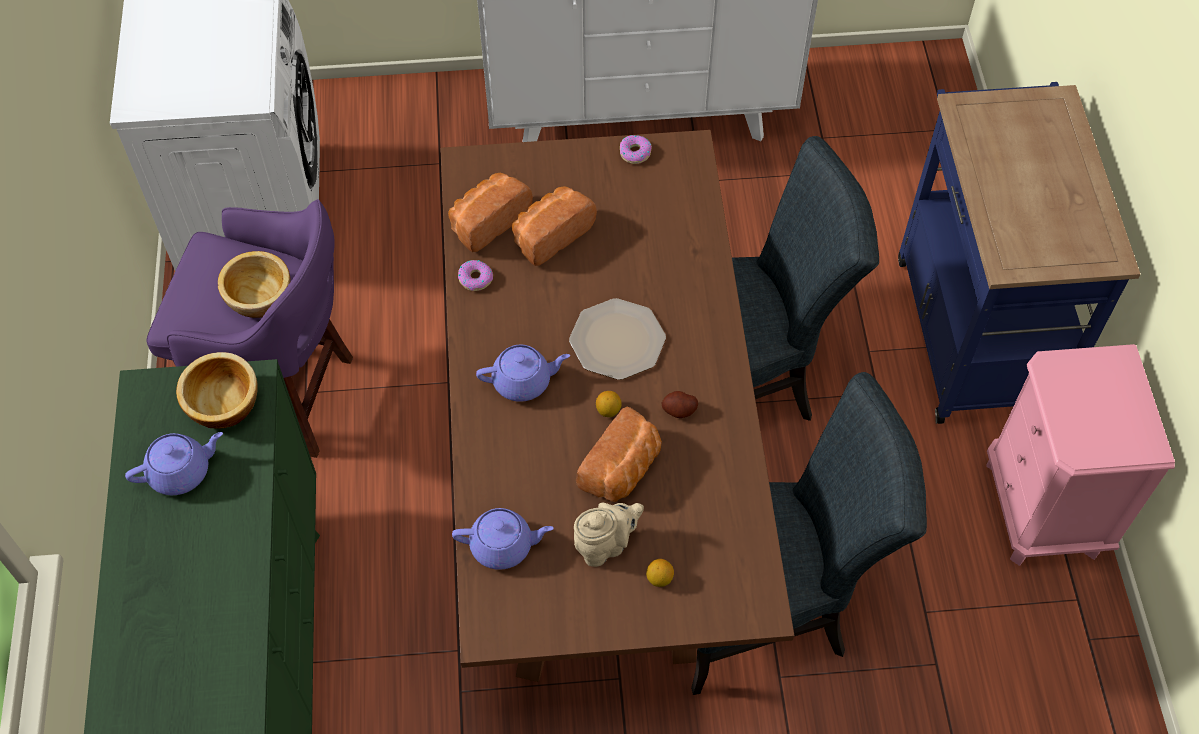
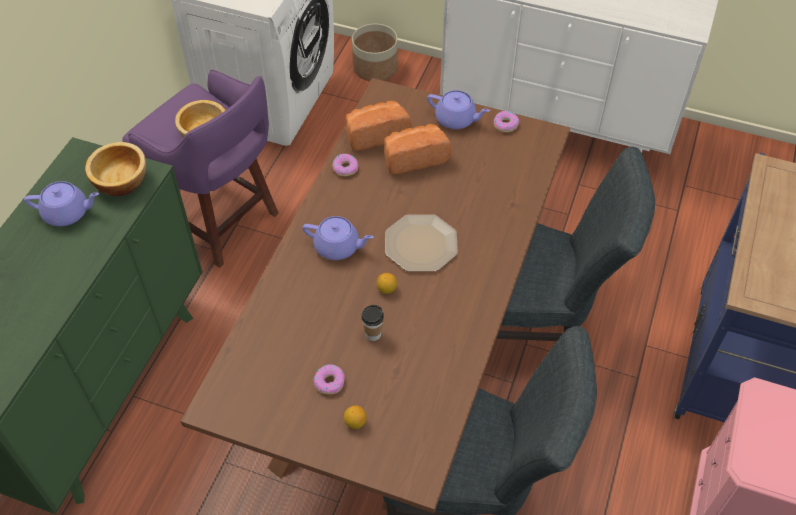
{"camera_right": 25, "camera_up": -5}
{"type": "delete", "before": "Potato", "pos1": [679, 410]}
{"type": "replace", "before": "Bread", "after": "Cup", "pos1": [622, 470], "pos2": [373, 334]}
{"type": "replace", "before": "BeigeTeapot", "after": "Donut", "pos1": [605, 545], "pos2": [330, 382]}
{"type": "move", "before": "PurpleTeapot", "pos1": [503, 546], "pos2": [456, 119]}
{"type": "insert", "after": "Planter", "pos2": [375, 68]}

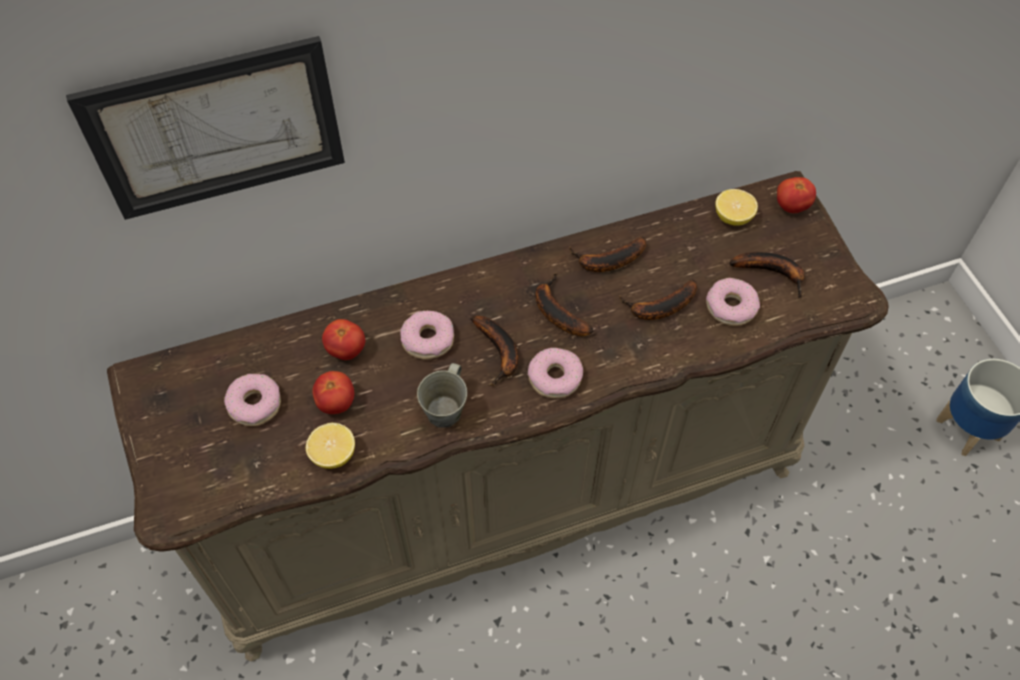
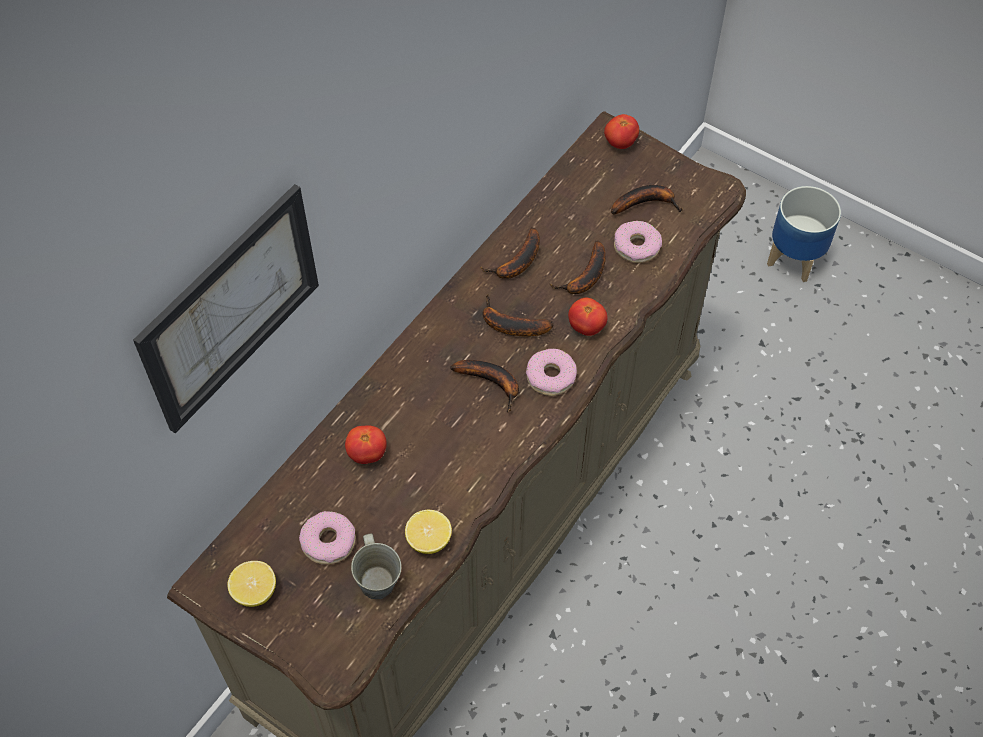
{"camera_right": -35, "camera_up": 0}
{"type": "move", "before": "Lemon", "pos1": [733, 217], "pos2": [255, 591]}
{"type": "delete", "before": "Donut", "pos1": [428, 340]}
{"type": "move", "before": "GreyMug", "pos1": [446, 411], "pos2": [377, 580]}
{"type": "move", "before": "Tomato", "pos1": [336, 403], "pos2": [586, 327]}

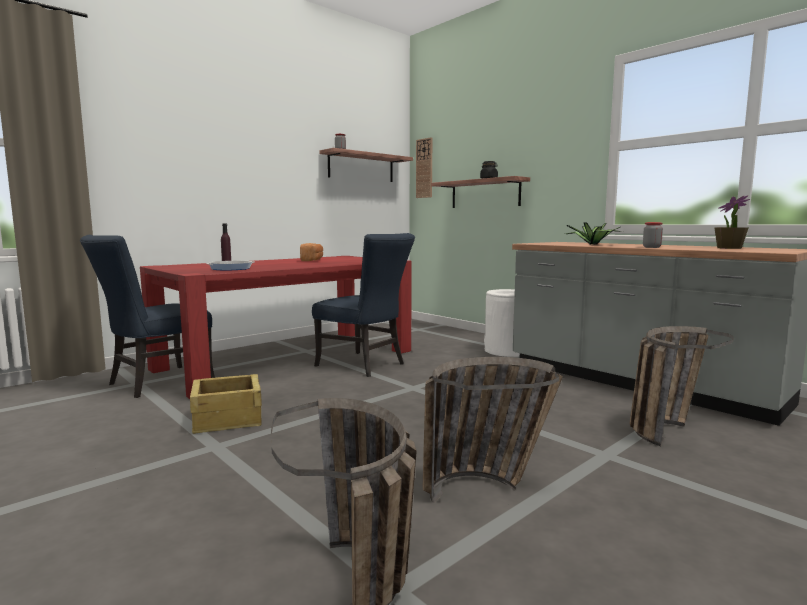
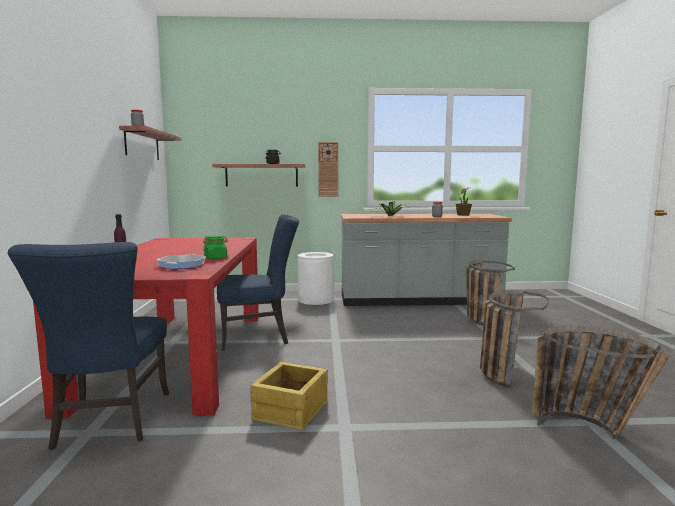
{"camera_right": -50, "camera_up": 0}
{"type": "move", "before": "WallClock", "pos1": [424, 168], "pos2": [328, 169]}
{"type": "delete", "before": "Bread", "pos1": [312, 260]}
{"type": "insert", "after": "GreenJar", "pos2": [216, 258]}

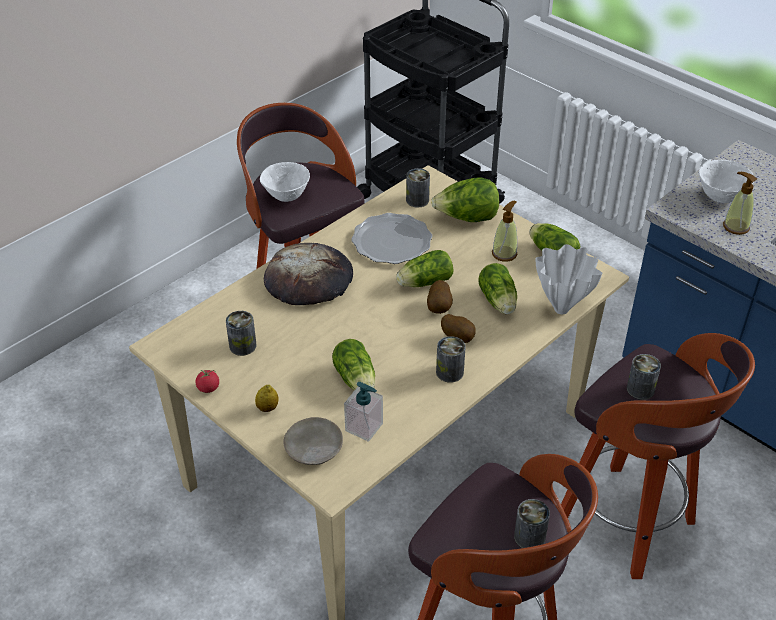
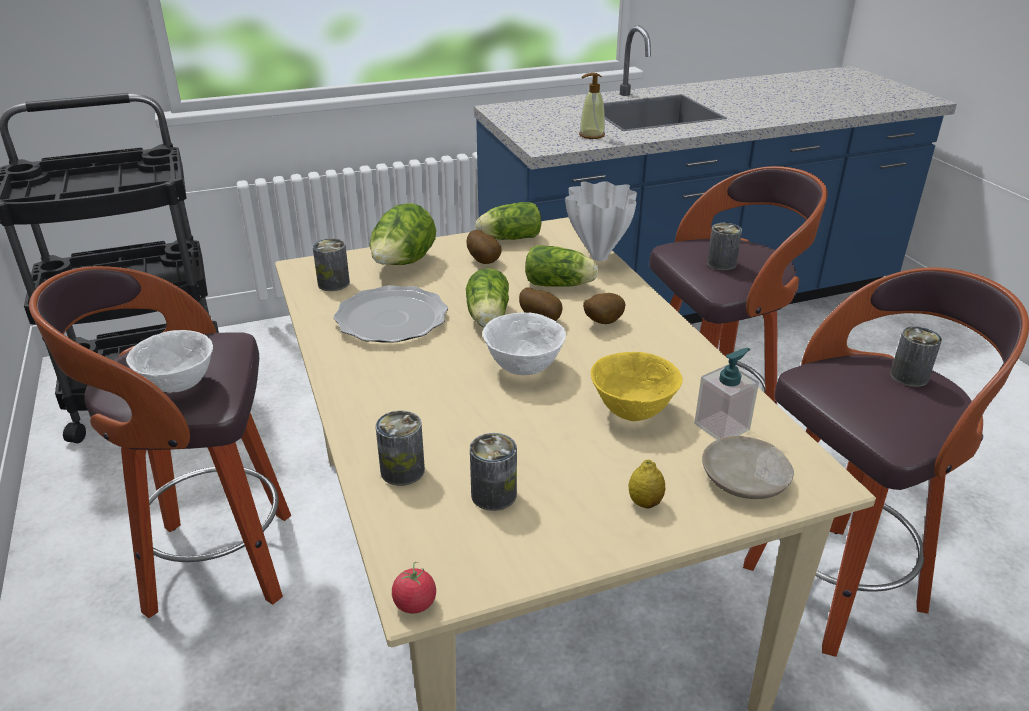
{"camera_right": -65, "camera_up": -10}
{"type": "move", "before": "WhiteBowl", "pos1": [720, 197], "pos2": [524, 367]}
{"type": "replace", "before": "SoapDispenser", "after": "Potato", "pos1": [504, 253], "pos2": [484, 261]}
{"type": "delete", "before": "Bread", "pos1": [309, 279]}
{"type": "move", "before": "Can", "pos1": [449, 372], "pos2": [402, 470]}
{"type": "replace", "before": "Lettuce", "after": "YellowBowl", "pos1": [356, 380], "pos2": [632, 411]}
{"type": "move", "before": "Tomato", "pos1": [208, 388], "pos2": [415, 603]}

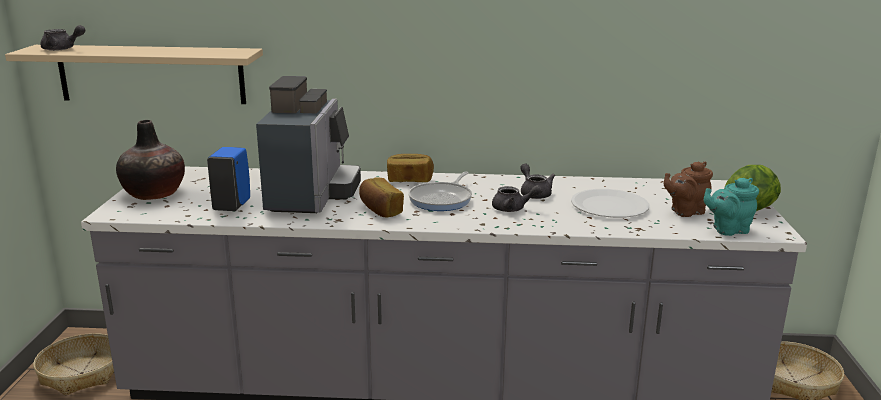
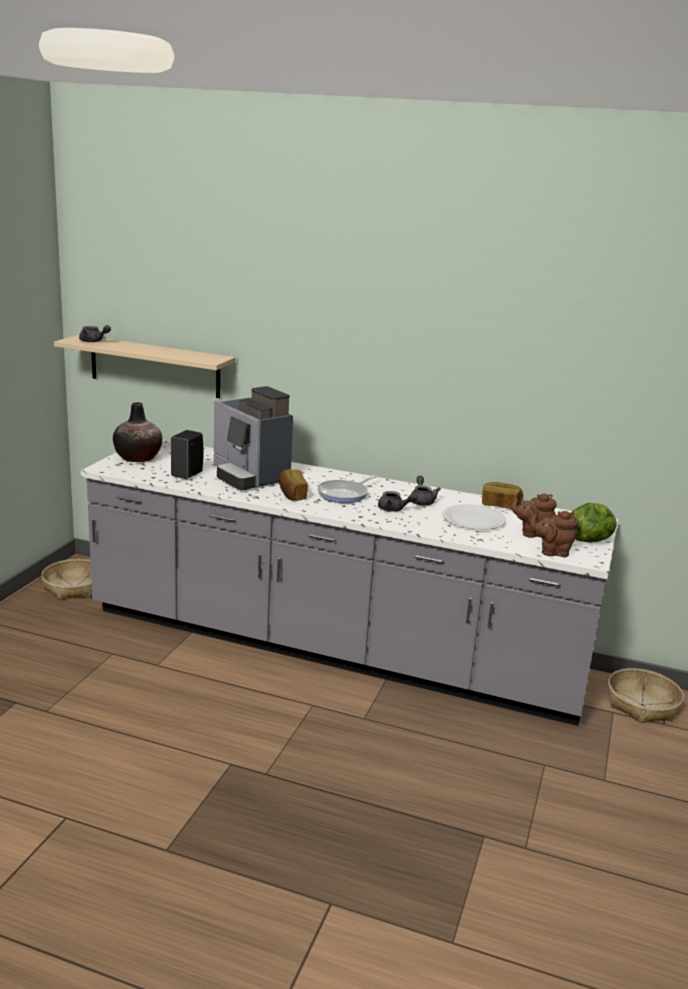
{"camera_right": 15, "camera_up": 0}
{"type": "rotate", "before": "CoffeeMachine", "pos1": [312, 195], "pos2": [249, 476], "turn": 120}
{"type": "recolor", "before": "BlueSoapDispenser", "after": "BlackSoapDispenser", "pos1": [232, 206], "pos2": [187, 475]}
{"type": "move", "before": "Bread", "pos1": [409, 180], "pos2": [500, 505]}
{"type": "recolor", "before": "TurquoiseTeapot", "after": "BrownTeapot", "pos1": [727, 230], "pos2": [552, 552]}

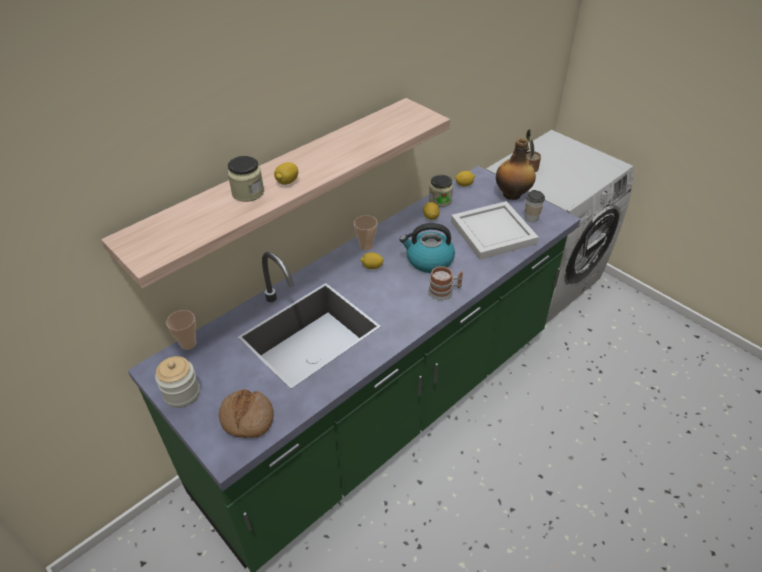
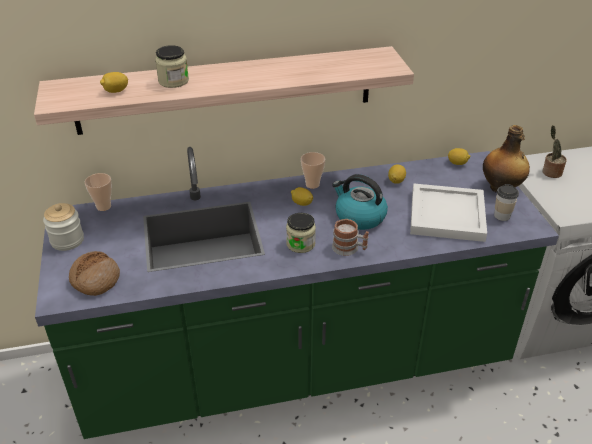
{"camera_right": 30, "camera_up": -5}
{"type": "move", "before": "Lemon", "pos1": [287, 182], "pos2": [116, 91]}
{"type": "move", "before": "Jar", "pos1": [440, 200], "pos2": [300, 244]}

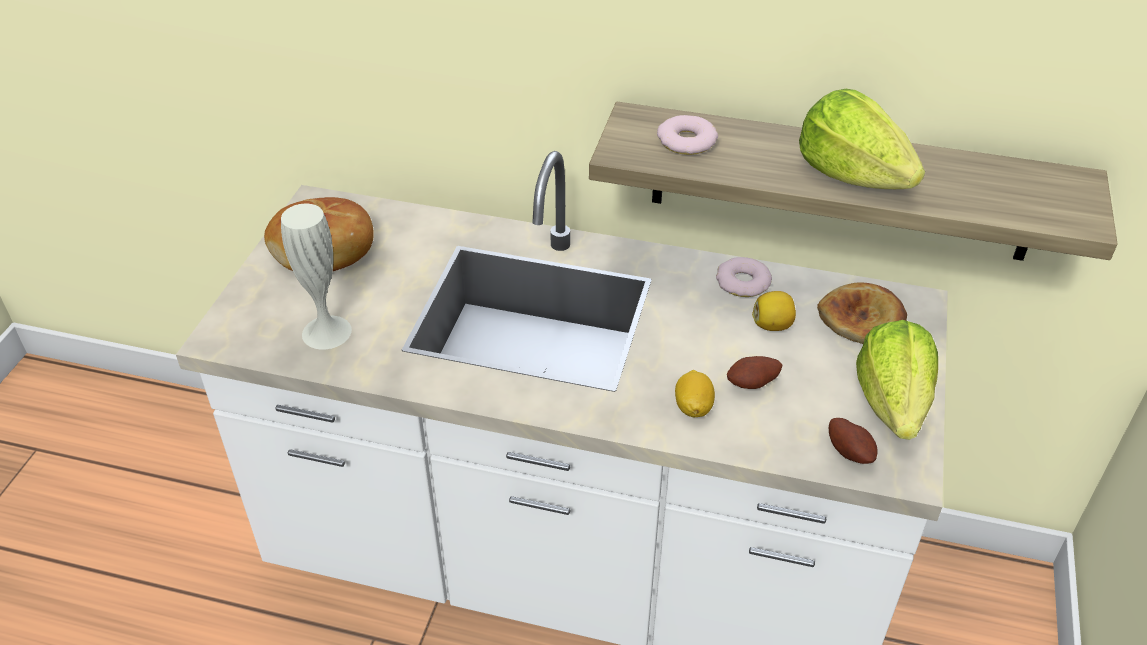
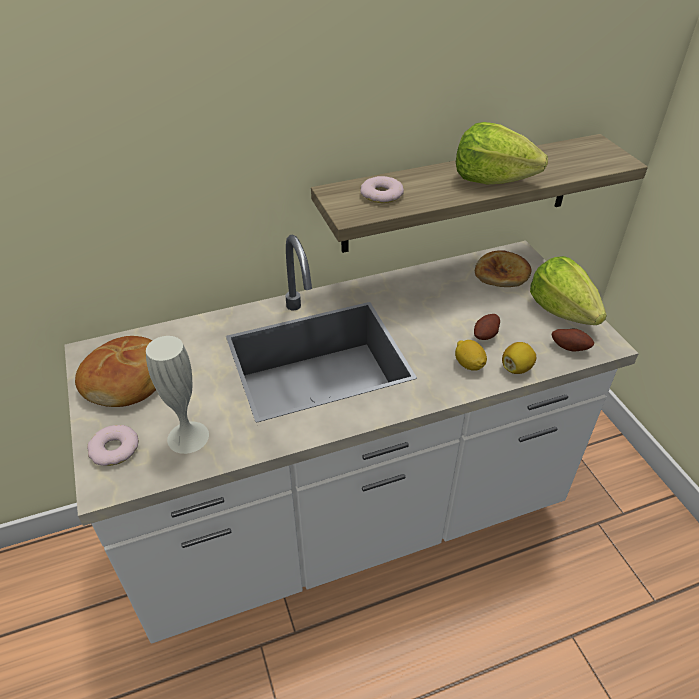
{"camera_right": -35, "camera_up": 0}
{"type": "move", "before": "Donut", "pos1": [743, 282], "pos2": [114, 449]}
{"type": "move", "before": "Lemon", "pos1": [773, 325], "pos2": [516, 368]}

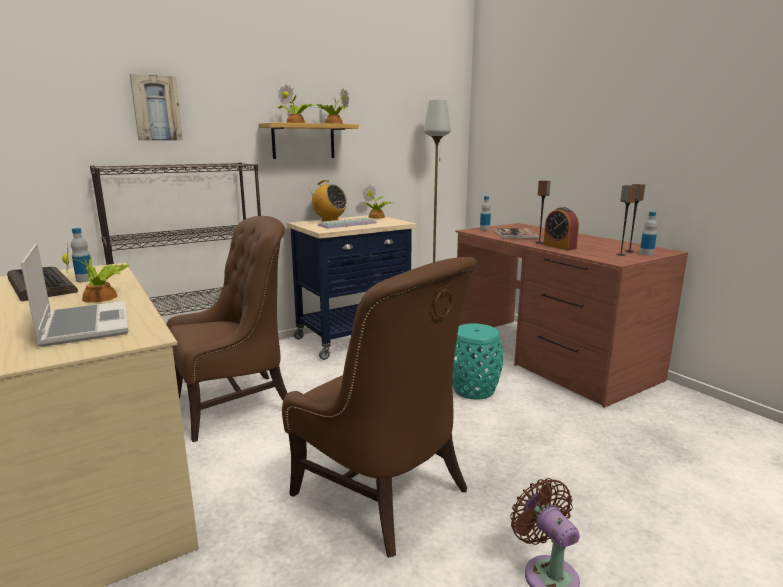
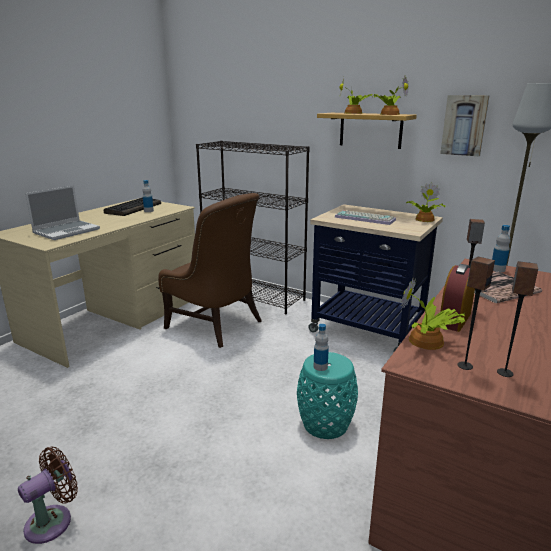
{"camera_right": 65, "camera_up": 5}
{"type": "move", "before": "Picture", "pos1": [156, 108], "pos2": [464, 125]}
{"type": "delete", "before": "Radio", "pos1": [329, 220]}
{"type": "move", "before": "Bottle", "pos1": [646, 254], "pos2": [320, 367]}
{"type": "move", "before": "PottedPlant", "pos1": [102, 298], "pos2": [427, 342]}
{"type": "delete", "before": "BrownChair", "pos1": [383, 492]}

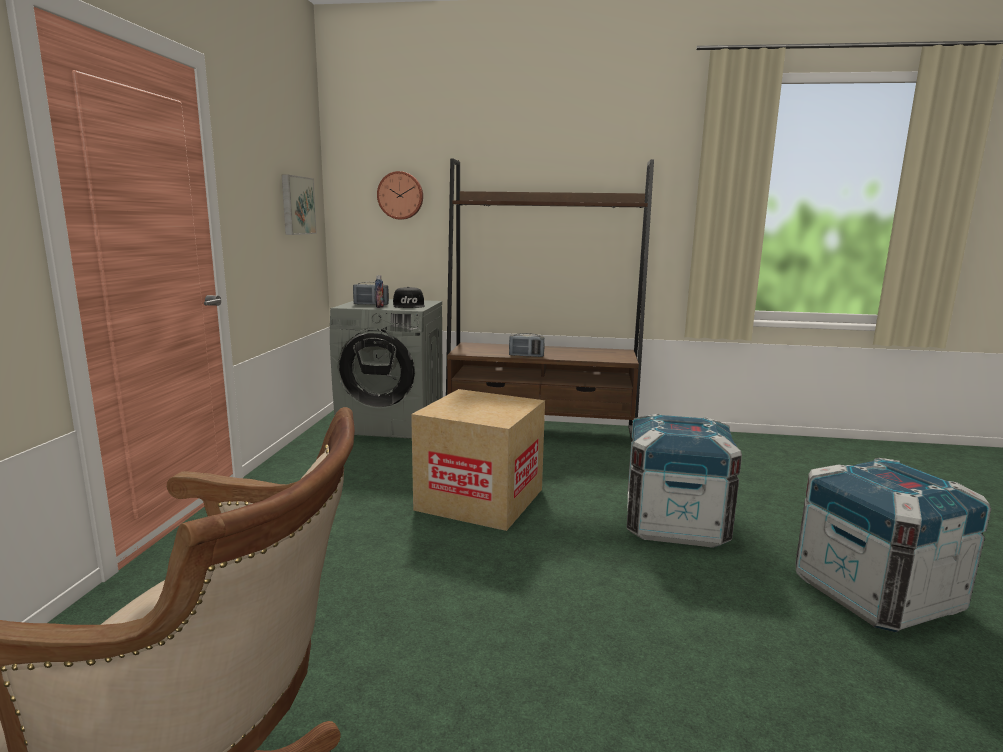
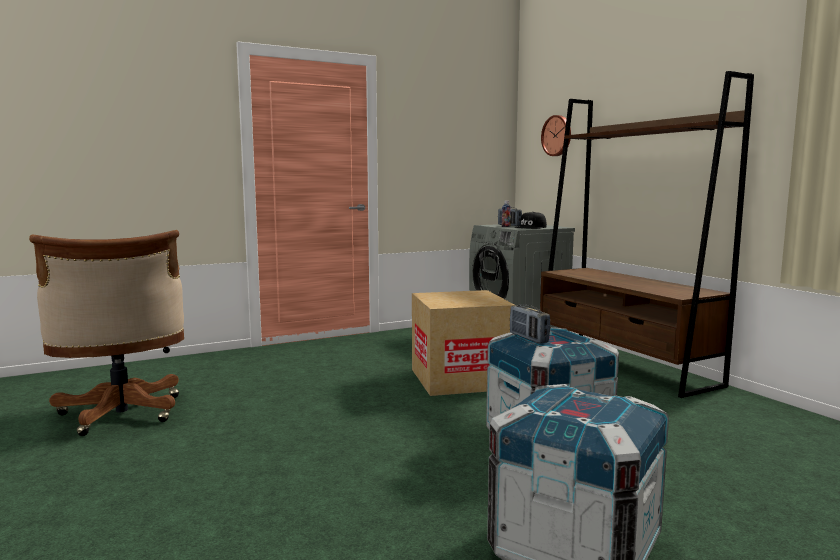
{"camera_right": 55, "camera_up": -5}
{"type": "delete", "before": "Picture", "pos1": [296, 205]}
{"type": "move", "before": "Radio", "pos1": [526, 356], "pos2": [528, 338]}

